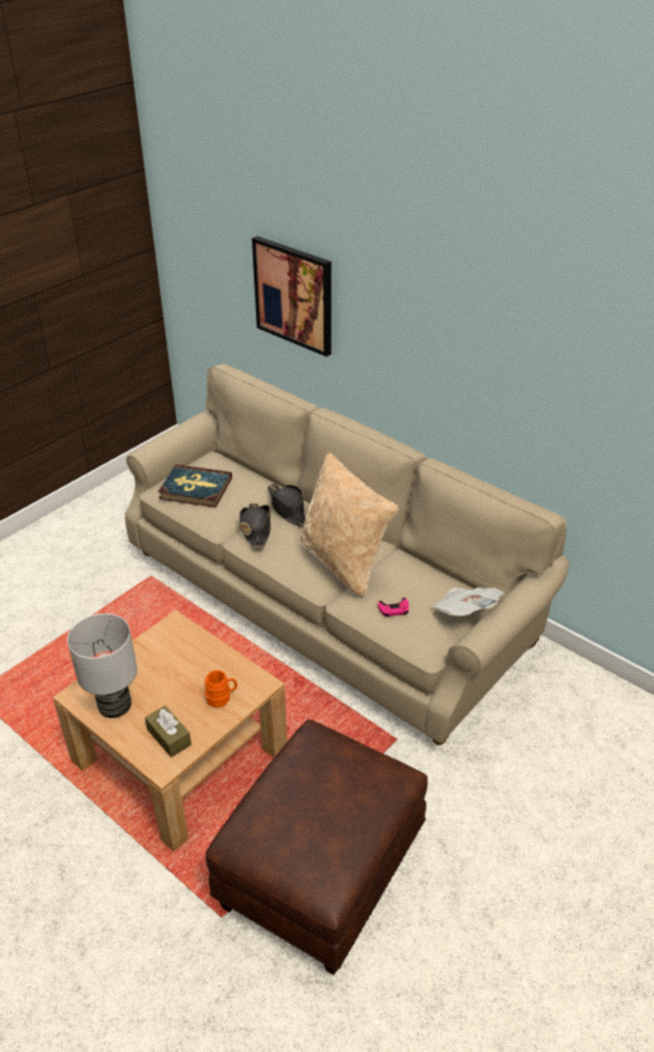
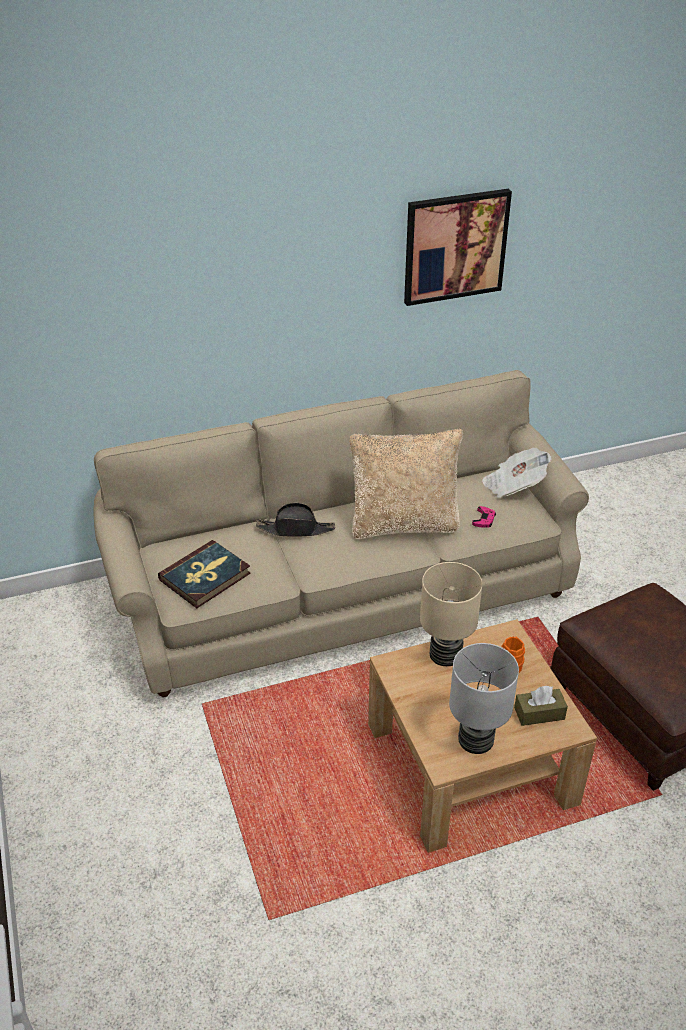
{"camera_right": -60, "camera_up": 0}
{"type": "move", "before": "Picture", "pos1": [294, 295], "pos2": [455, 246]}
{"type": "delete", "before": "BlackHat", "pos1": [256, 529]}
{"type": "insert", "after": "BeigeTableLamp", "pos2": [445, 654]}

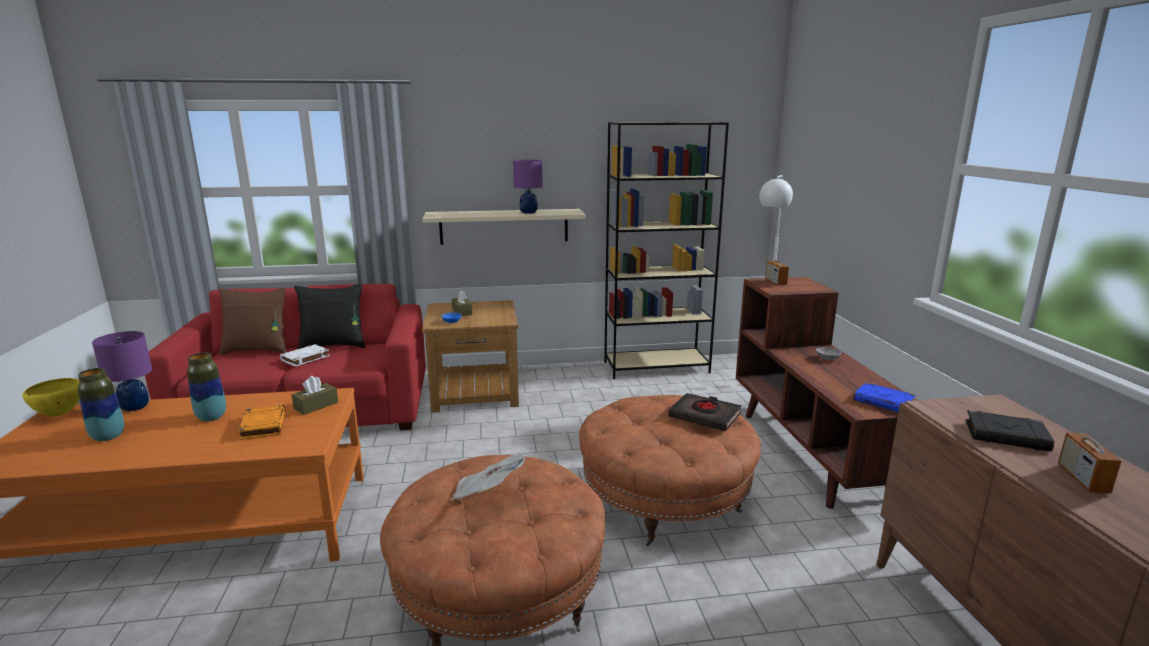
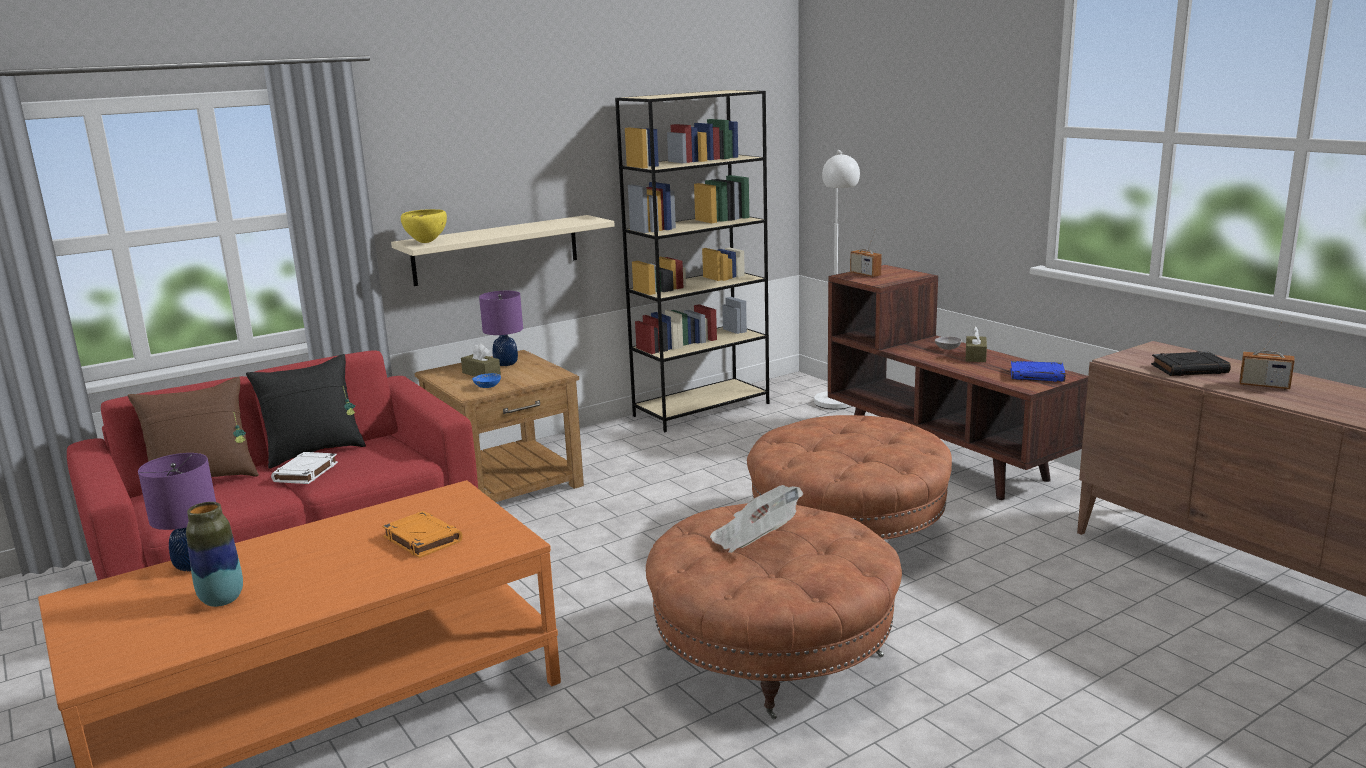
{"camera_right": -25, "camera_up": 0}
{"type": "move", "before": "PurpleTableLamp", "pos1": [528, 213], "pos2": [506, 364]}
{"type": "delete", "before": "Vase", "pos1": [211, 417]}
{"type": "move", "before": "BrownTissueBox", "pos1": [316, 405], "pos2": [975, 356]}
{"type": "move", "before": "YellowBowl", "pos1": [59, 415], "pos2": [426, 242]}
{"type": "delete", "before": "BlackBook", "pos1": [705, 416]}
{"type": "rotate", "before": "Radio", "pos1": [1083, 479], "pos2": [1264, 385], "turn": -45}

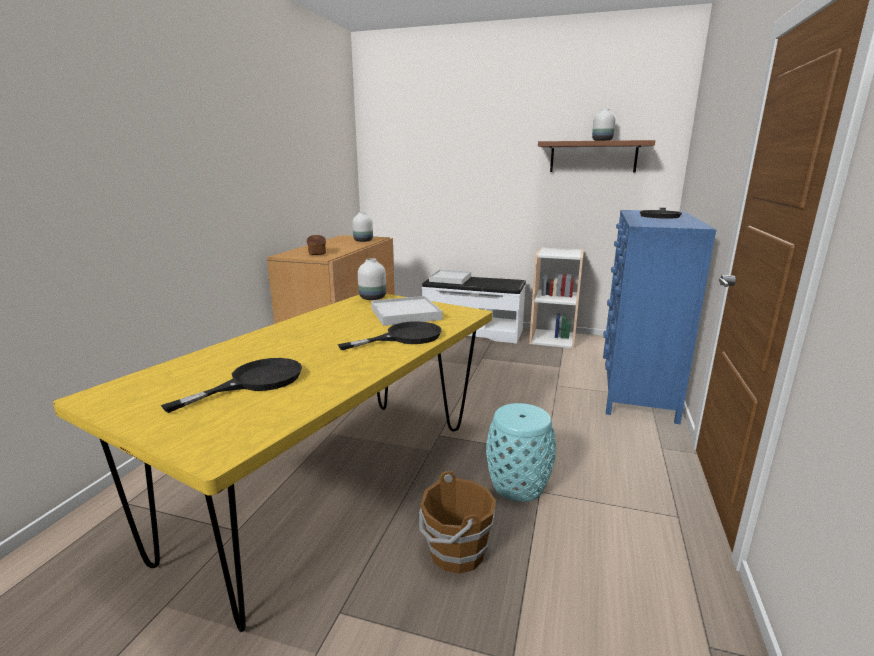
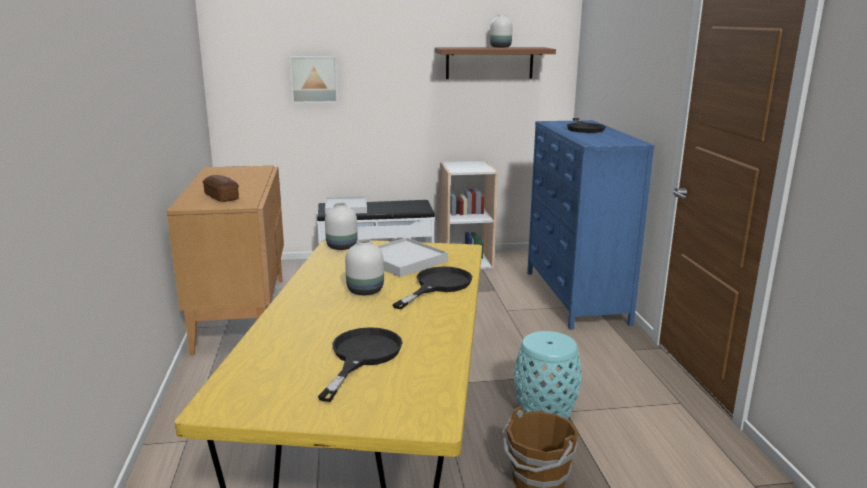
{"camera_right": -25, "camera_up": 0}
{"type": "move", "before": "WhiteVase", "pos1": [363, 241], "pos2": [365, 290]}
{"type": "insert", "after": "Picture", "pos2": [314, 79]}

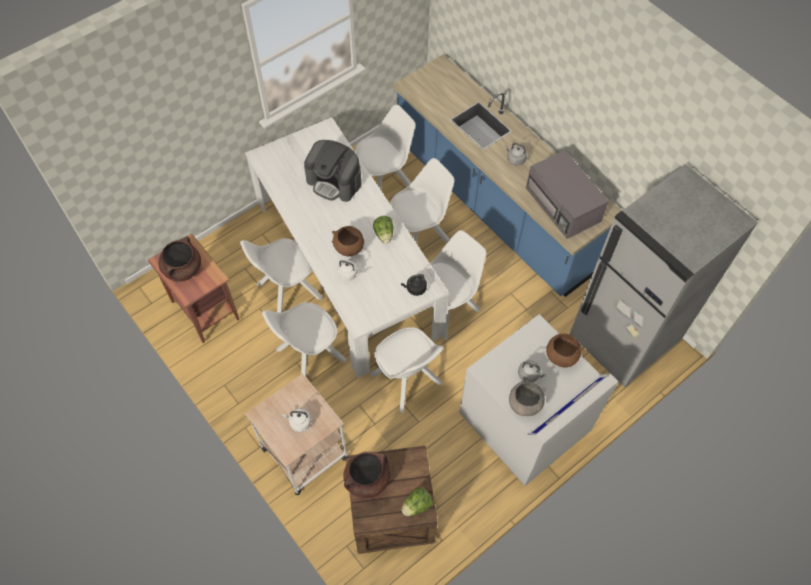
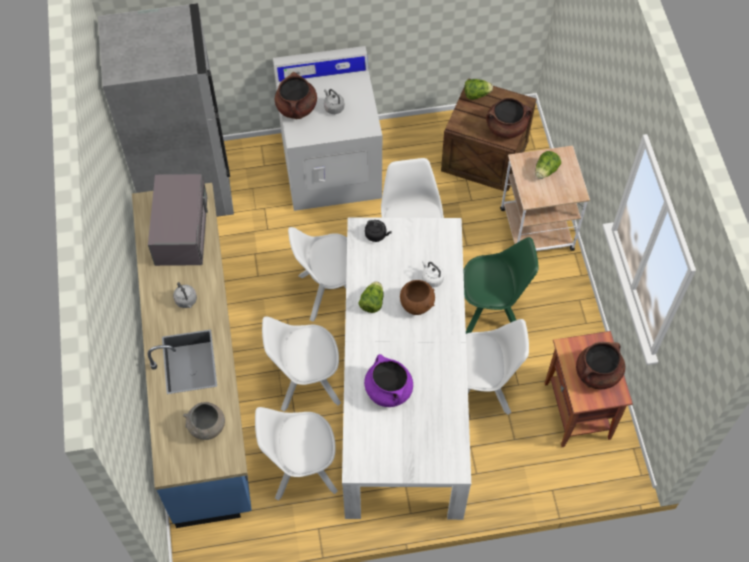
{"camera_right": -150, "camera_up": 0}
{"type": "replace", "before": "CoffeeMachine", "after": "PurpleCookingPot", "pos1": [334, 182], "pos2": [388, 390]}
{"type": "recolor", "before": "WhiteChair", "after": "GreenChair", "pos1": [309, 356], "pos2": [491, 311]}
{"type": "replace", "before": "BrownBowl", "after": "BrownCookingPot", "pos1": [561, 357], "pos2": [296, 108]}
{"type": "move", "before": "GreyBowl", "pos1": [524, 405], "pos2": [207, 428]}
{"type": "replace", "before": "WhiteKettle", "after": "Lettuce", "pos1": [299, 422], "pos2": [545, 171]}

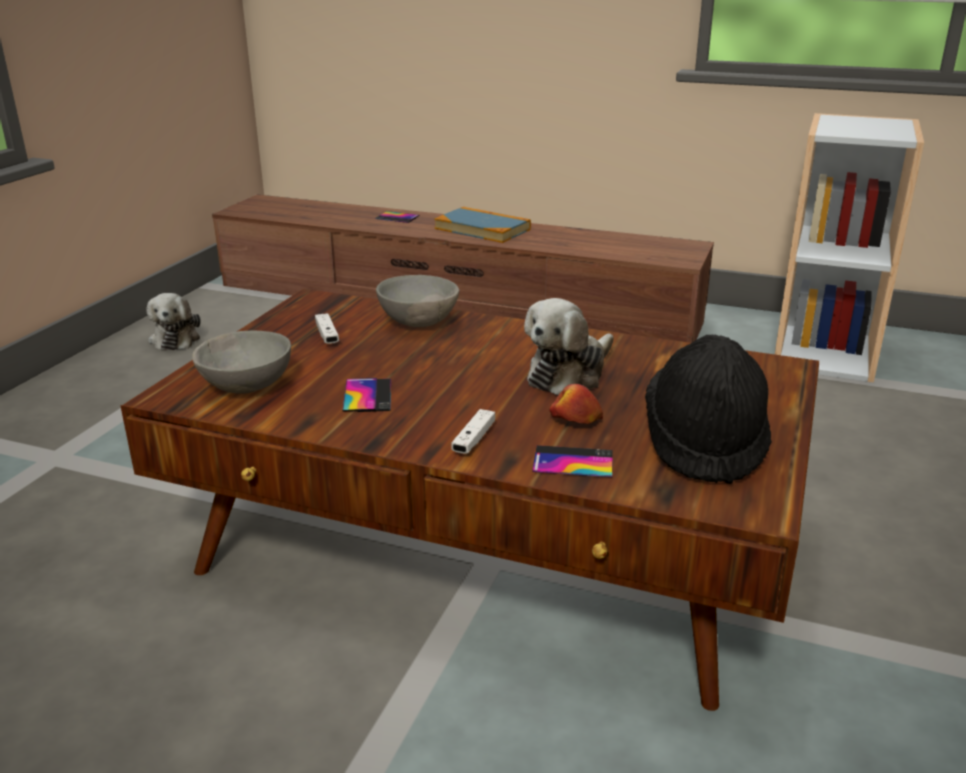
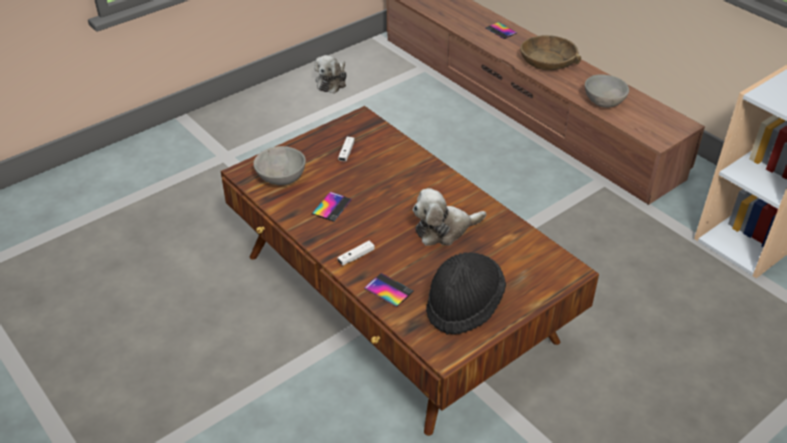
{"camera_right": 30, "camera_up": 15}
{"type": "replace", "before": "Book", "after": "BrownBowl", "pos1": [482, 229], "pos2": [548, 61]}
{"type": "move", "before": "GreyBowl", "pos1": [419, 322], "pos2": [604, 102]}
{"type": "delete", "before": "Apple", "pos1": [575, 419]}

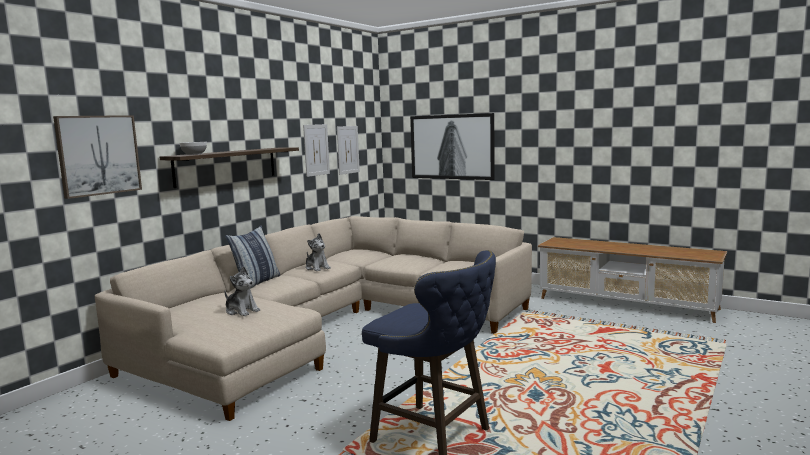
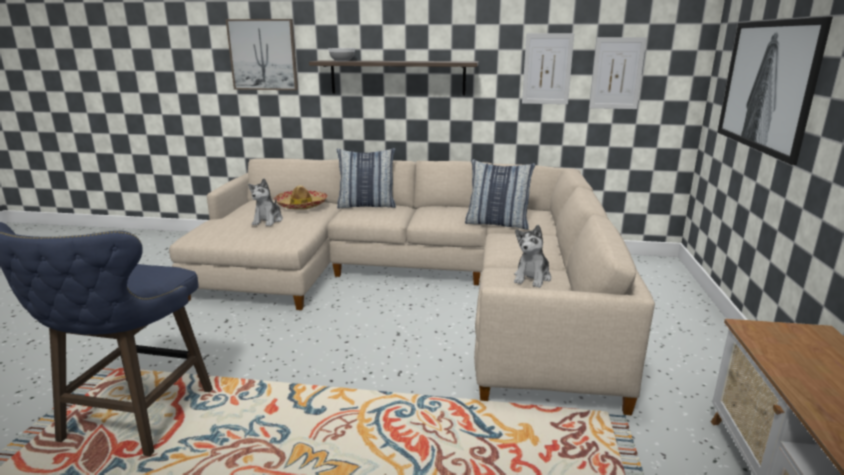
{"camera_right": 65, "camera_up": 10}
{"type": "move", "before": "PlushToy", "pos1": [317, 268], "pos2": [532, 278]}
{"type": "insert", "after": "Pillow", "pos2": [497, 224]}
{"type": "insert", "after": "Hat", "pos2": [301, 205]}

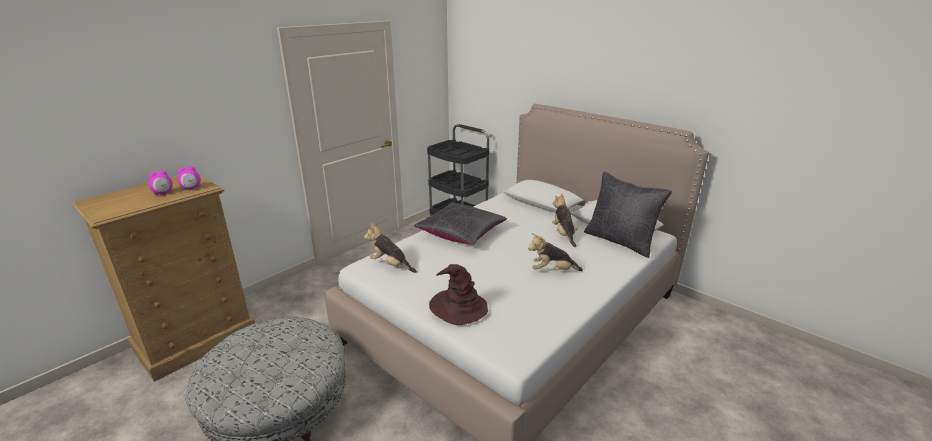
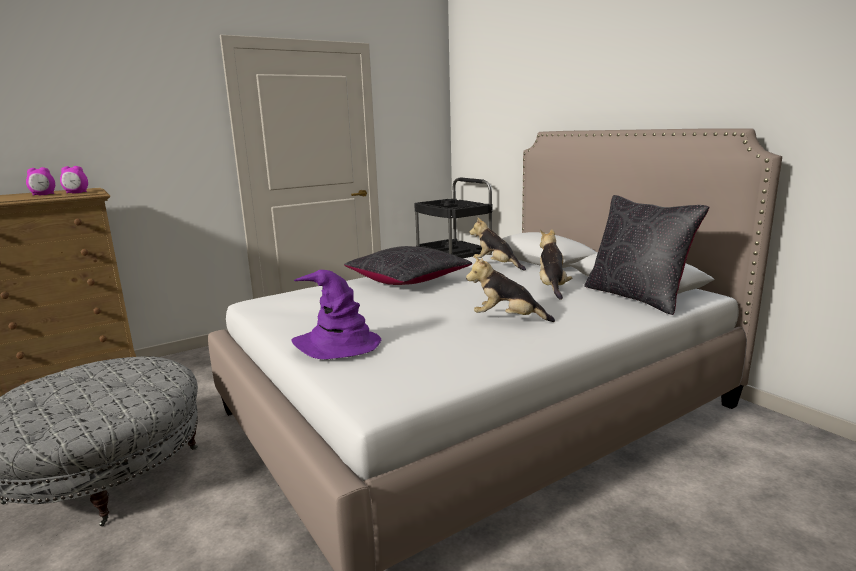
{"camera_right": 15, "camera_up": -10}
{"type": "move", "before": "PlushToy", "pos1": [391, 265], "pos2": [496, 265]}
{"type": "recolor", "before": "BrownHat", "after": "PurpleHat", "pos1": [457, 308], "pos2": [337, 344]}

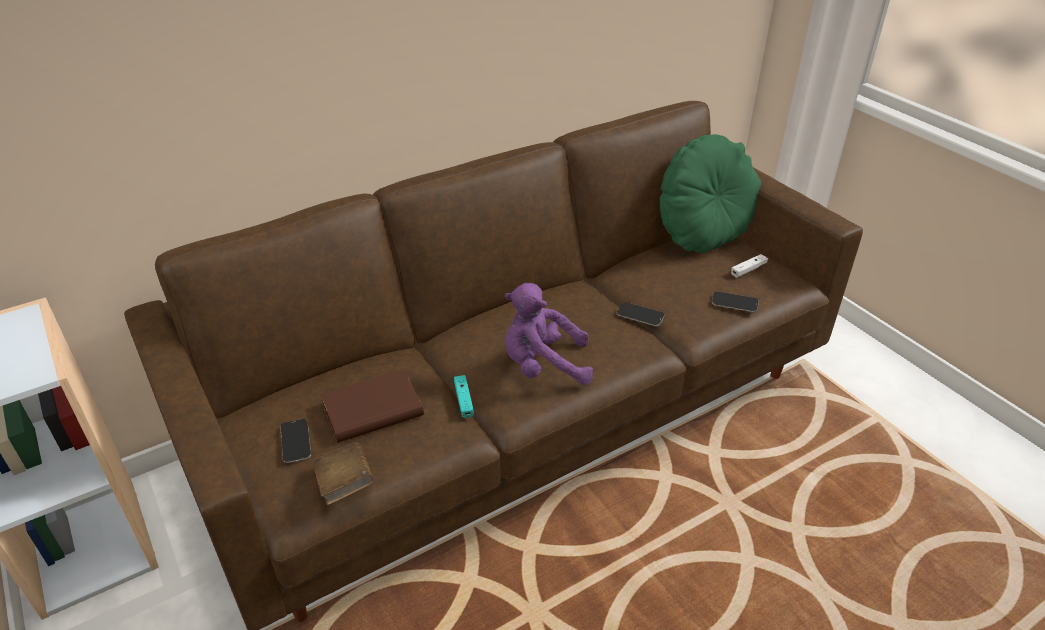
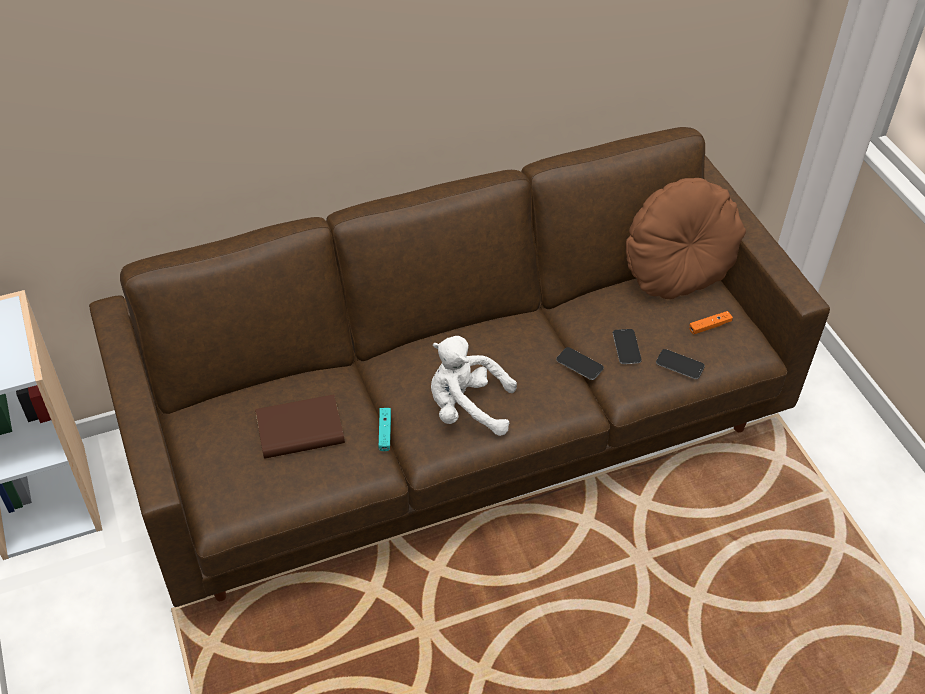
{"camera_right": 10, "camera_up": 10}
{"type": "recolor", "before": "GreenPillow", "after": "BrownPillow", "pos1": [702, 238], "pos2": [676, 279]}
{"type": "recolor", "before": "WhiteGameController", "after": "OrangeGameController", "pos1": [748, 270], "pos2": [709, 326]}
{"type": "recolor", "before": "PurplePlushToy", "after": "WhitePlushToy", "pos1": [543, 366], "pos2": [467, 408]}
{"type": "move", "before": "Phone", "pos1": [296, 441], "pos2": [626, 347]}
{"type": "delete", "before": "BrownBook", "pos1": [345, 484]}

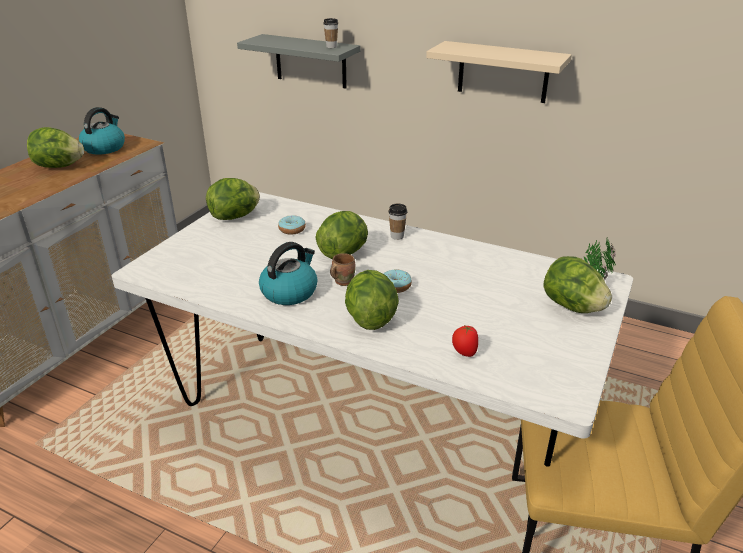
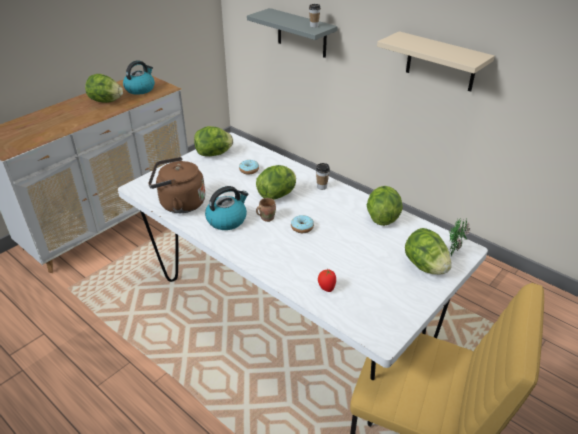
{"camera_right": 15, "camera_up": 5}
{"type": "move", "before": "Lettuce", "pos1": [370, 318], "pos2": [382, 217]}
{"type": "insert", "after": "BrownKettle", "pos2": [179, 204]}

